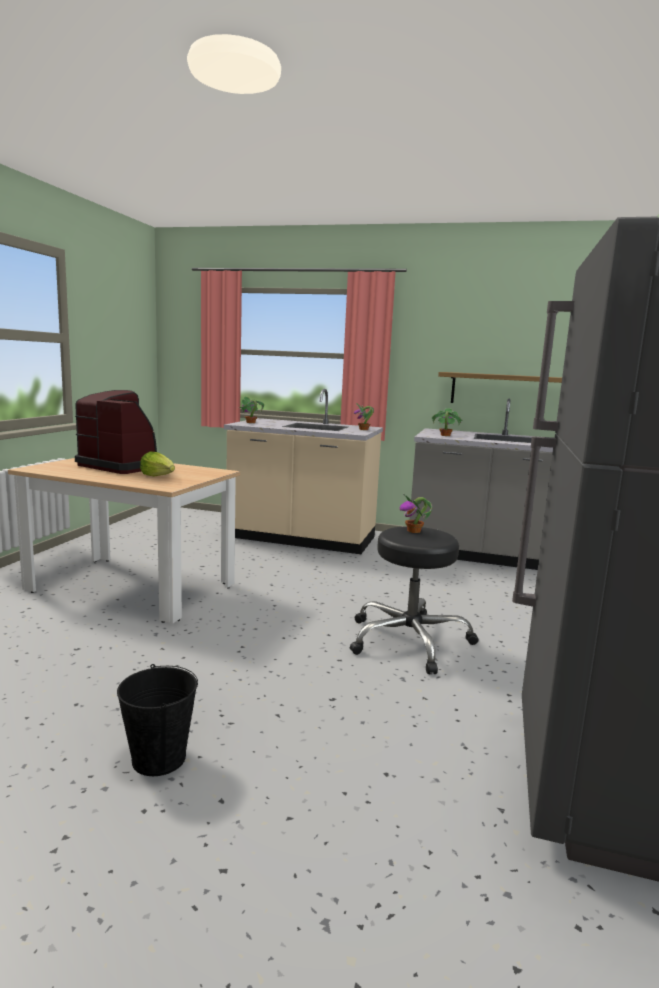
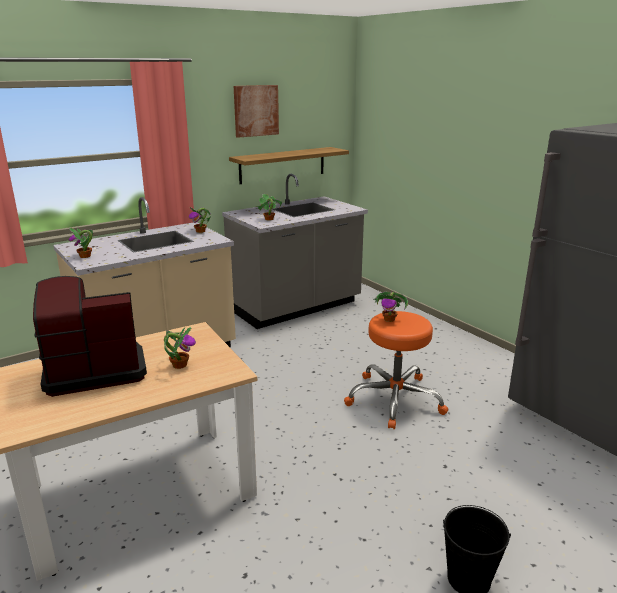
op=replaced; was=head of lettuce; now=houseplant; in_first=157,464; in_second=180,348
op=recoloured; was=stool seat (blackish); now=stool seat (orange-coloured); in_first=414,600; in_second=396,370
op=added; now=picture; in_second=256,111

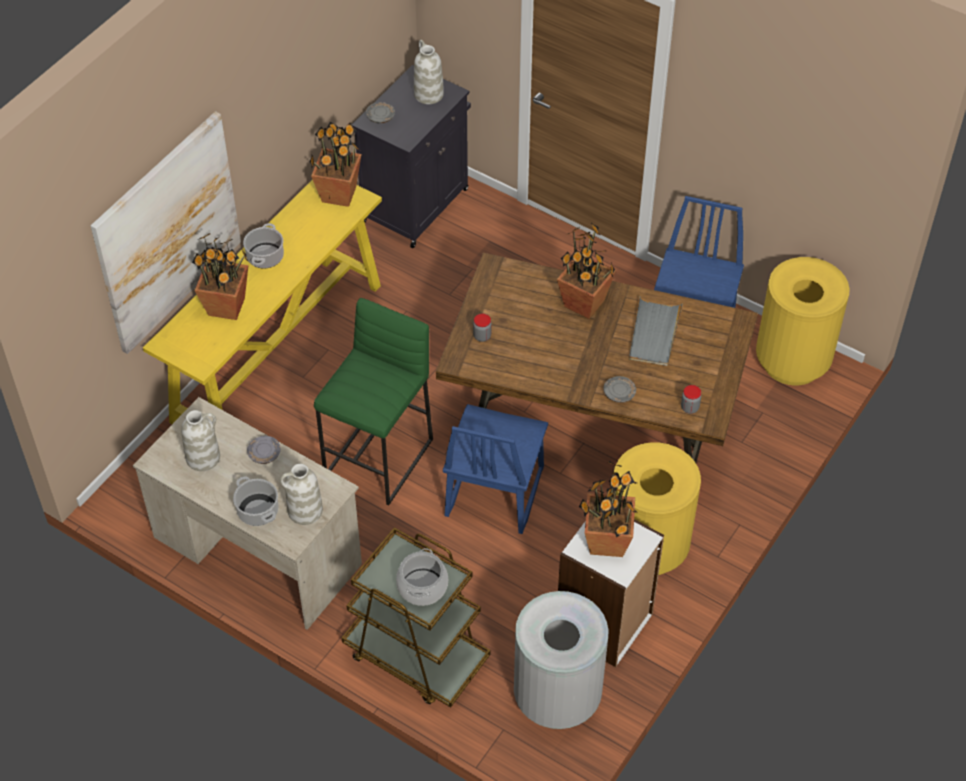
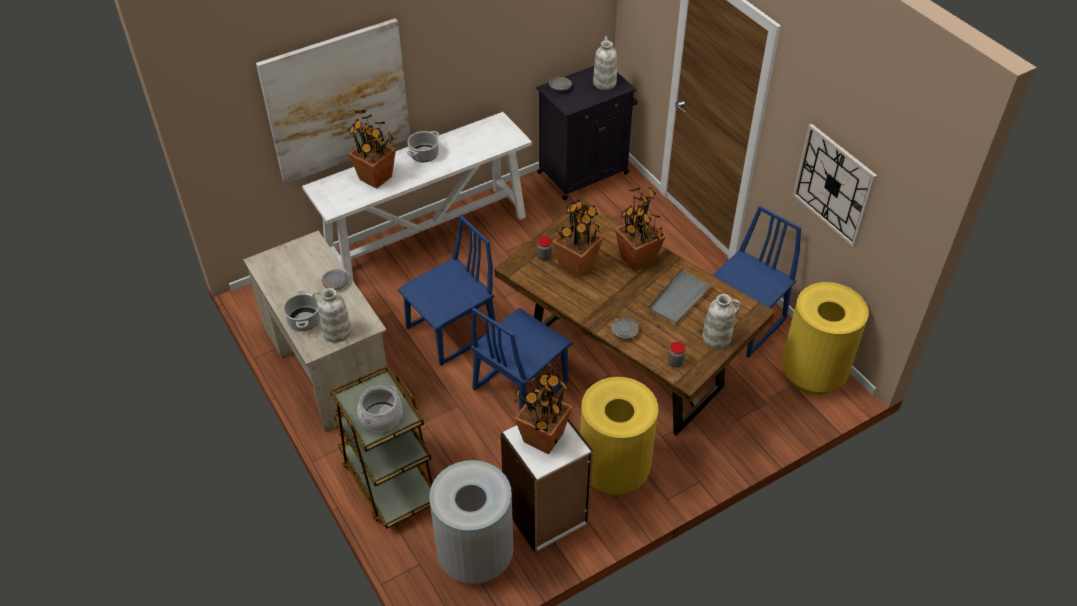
op=moved; was=houseplant; in_first=336,164; in_second=577,239
op=recoloured; was=narrow table (yellowish); now=narrow table (white); in_first=262,301; in_second=417,196
op=replaced; was=stool seat (green-coloured); now=chair (blue-coloured); in_first=373,401; in_second=447,290
op=moved; was=flower vase (white); in_first=200,440; in_second=721,321
op=added; now=hanging clock; in_second=835,185

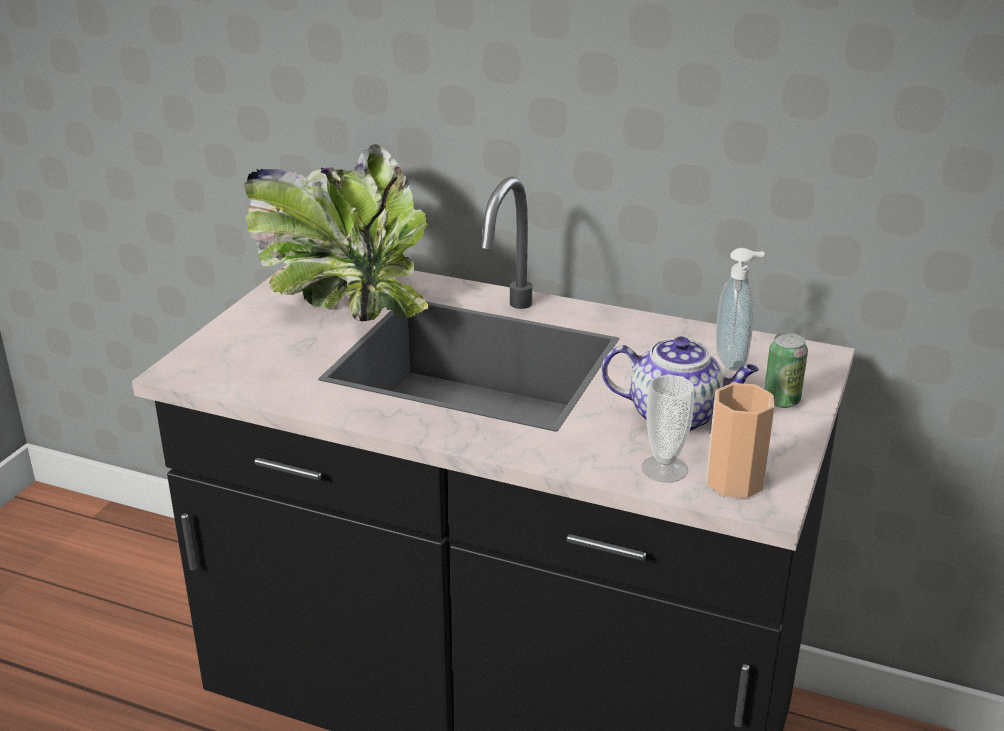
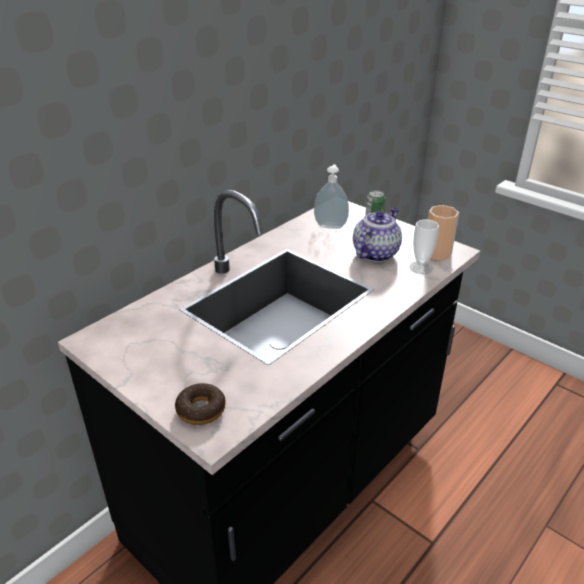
op=removed; was=houseplant; in_first=336,232
op=added; now=doughnut; in_second=200,404

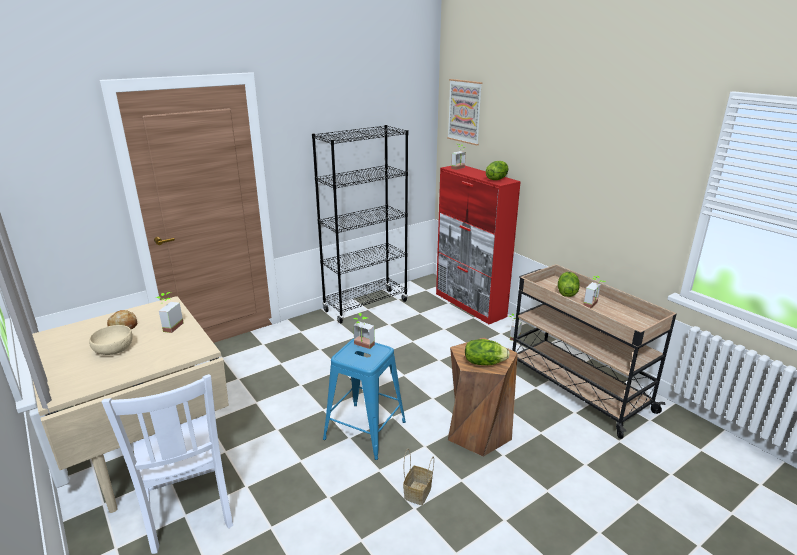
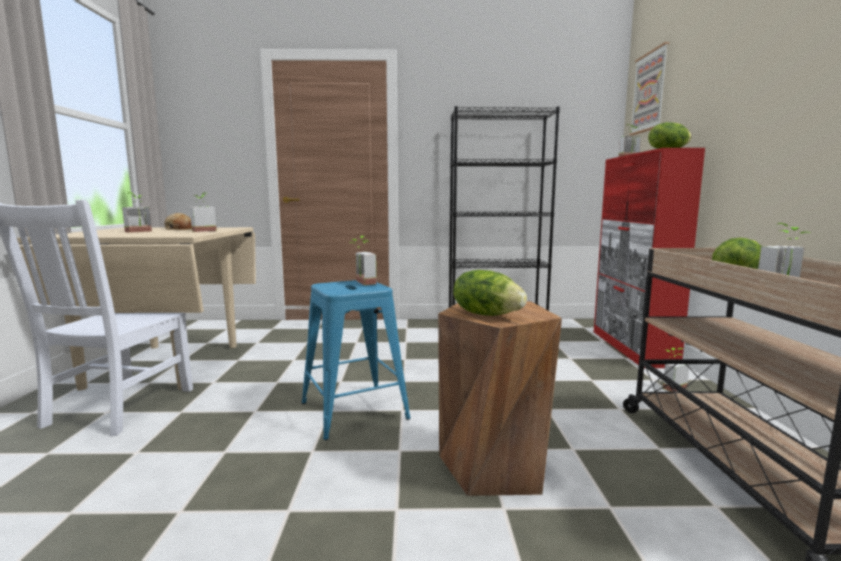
op=replaced; was=bowl (sand-coloured); now=houseplant; in_first=111,340; in_second=137,213
op=removed; was=household basket; in_first=418,477

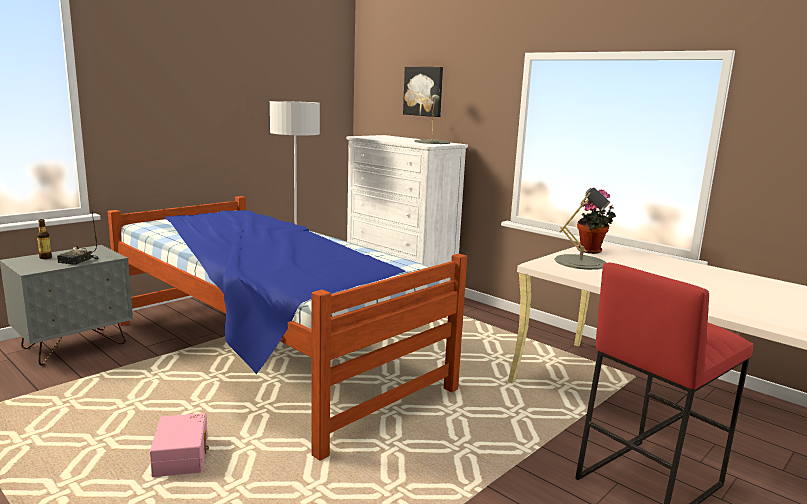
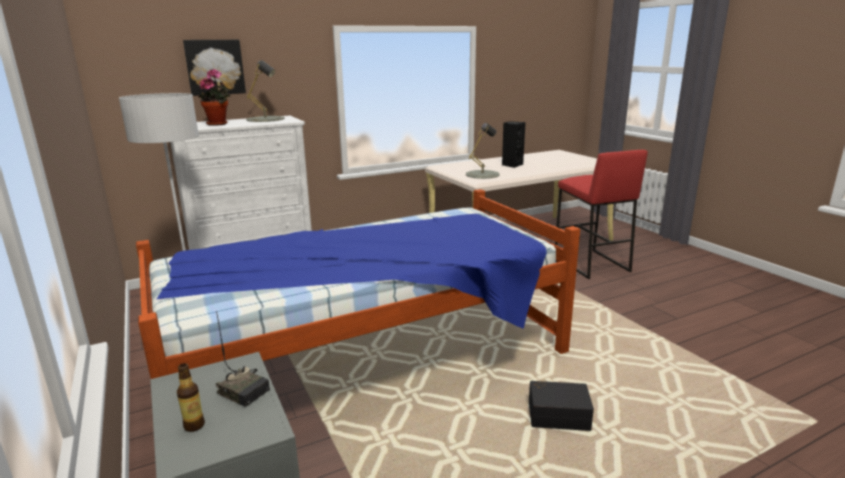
op=moved; was=houseplant; in_first=596,221; in_second=214,97
op=recoloured; was=storage bin (pink-coloured); now=storage bin (blackish); in_first=179,445; in_second=561,406
op=added; now=audio speaker (blackish); in_second=514,144

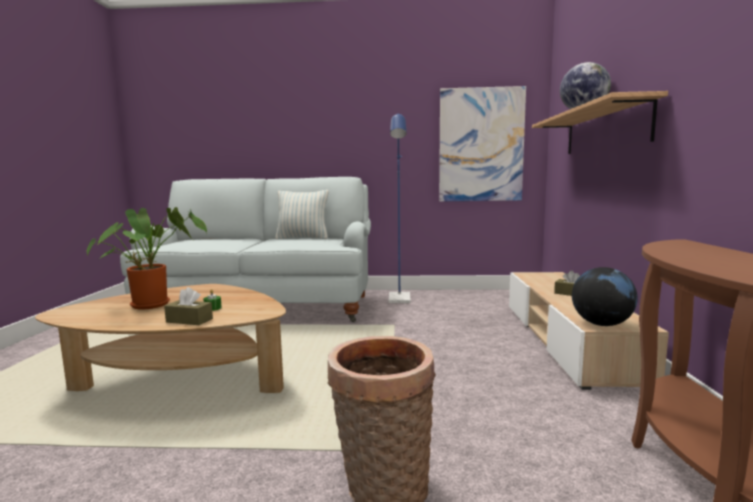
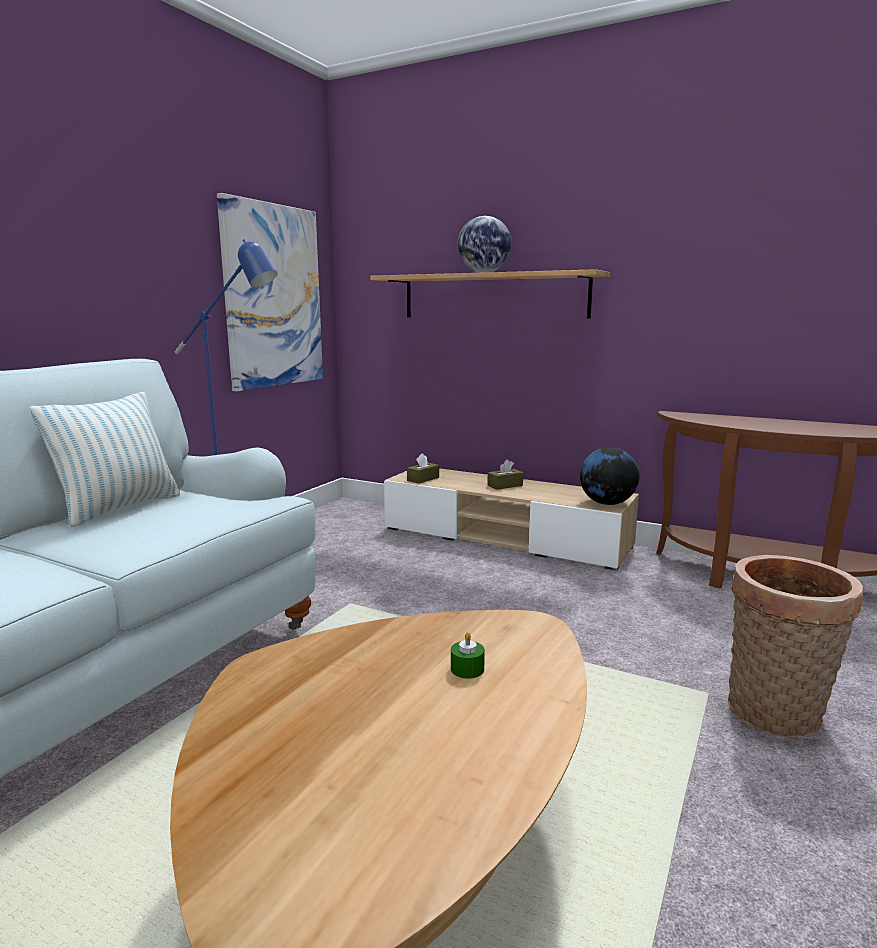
op=removed; was=houseplant; in_first=146,258
op=moved; was=box of tissues (brownish); in_first=188,306; in_second=423,468

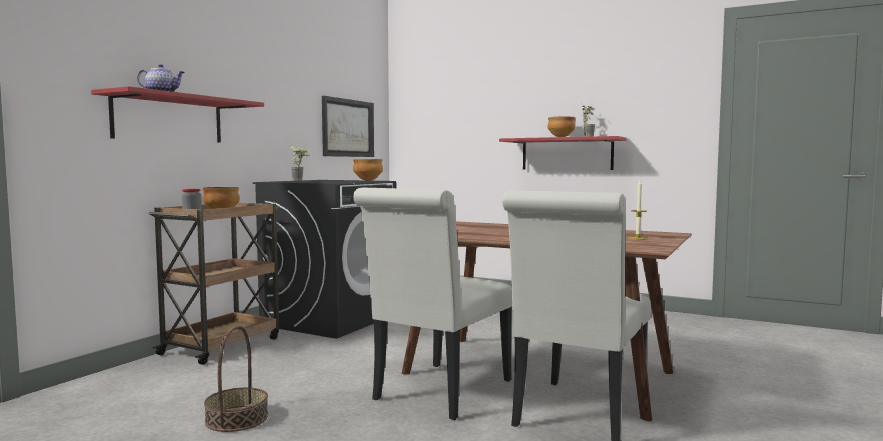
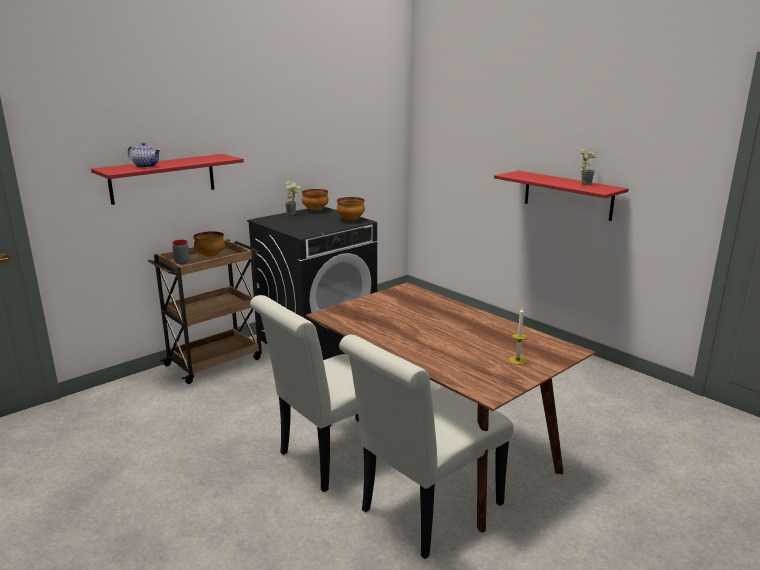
op=removed; was=picture; in_first=348,126
op=moved; was=bowl; in_first=562,127; in_second=315,200
op=removed; was=household basket; in_first=236,378

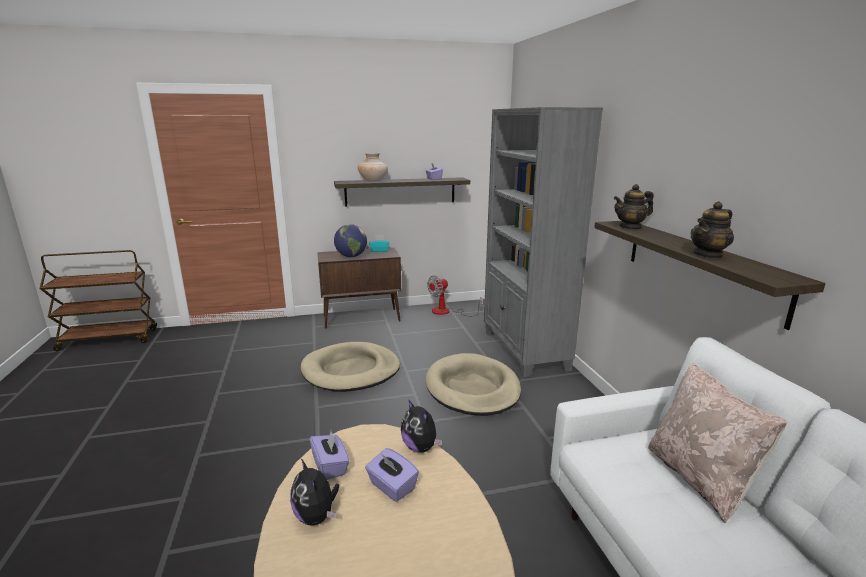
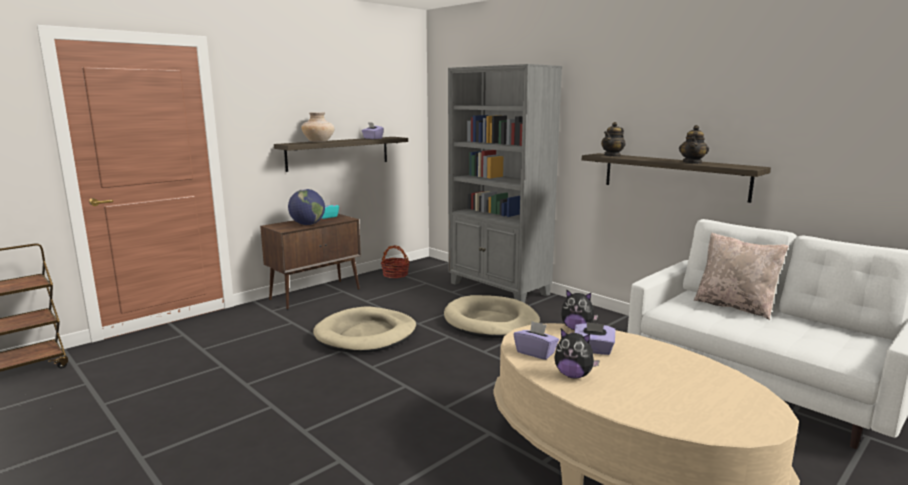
op=replaced; was=cooling fan; now=household basket; in_first=455,295; in_second=395,261

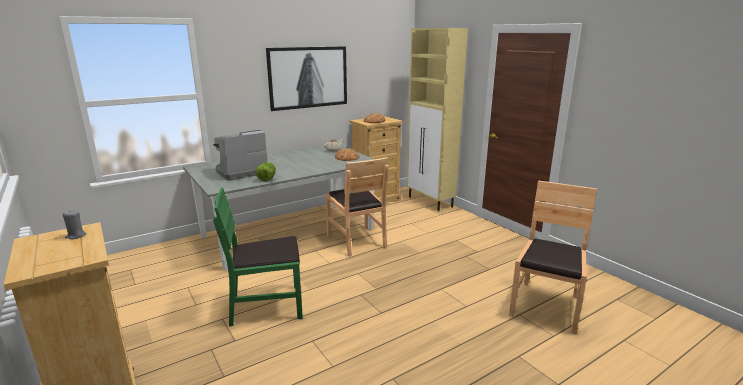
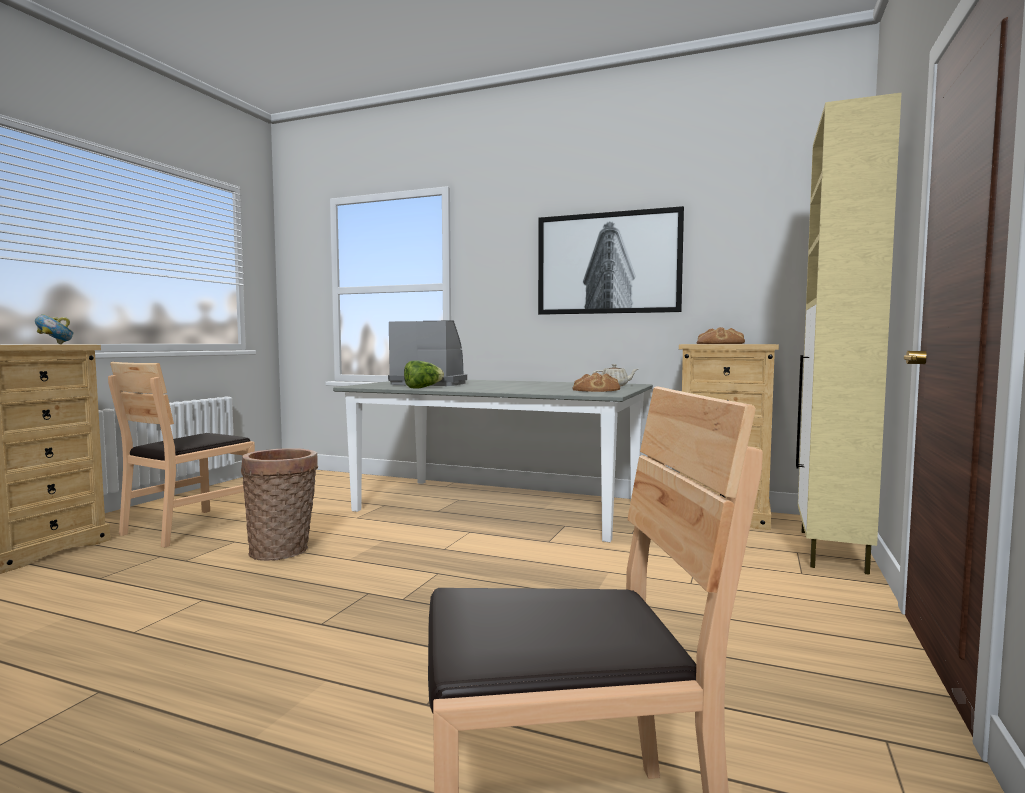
op=moved; was=chair (brownish); in_first=357,207; in_second=181,455
op=replaced; was=chair (green-coloured); now=household basket; in_first=258,257; in_second=279,504
op=replaced; was=wax candle (gray); now=bowl; in_first=74,224; in_second=54,329

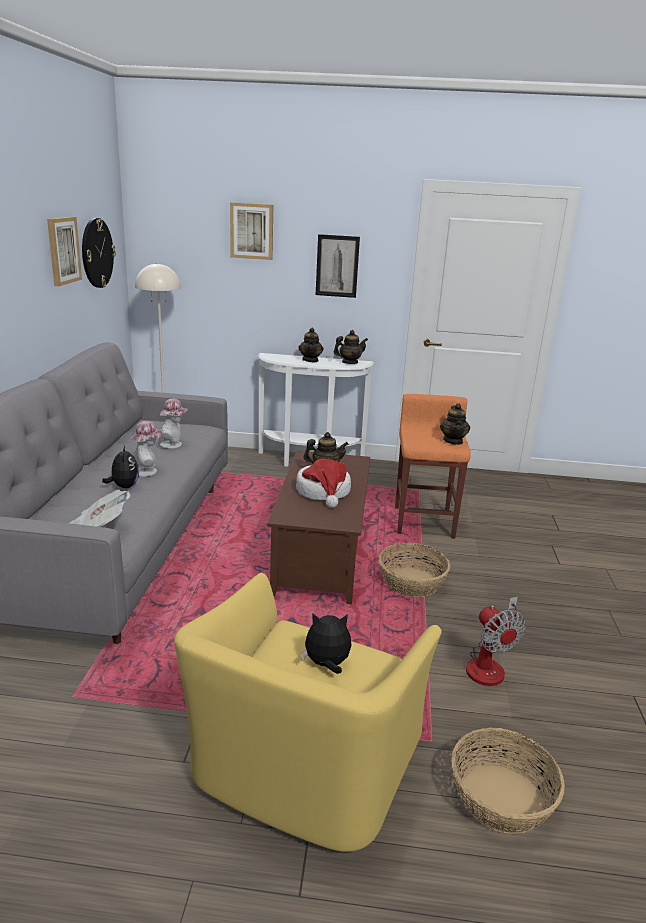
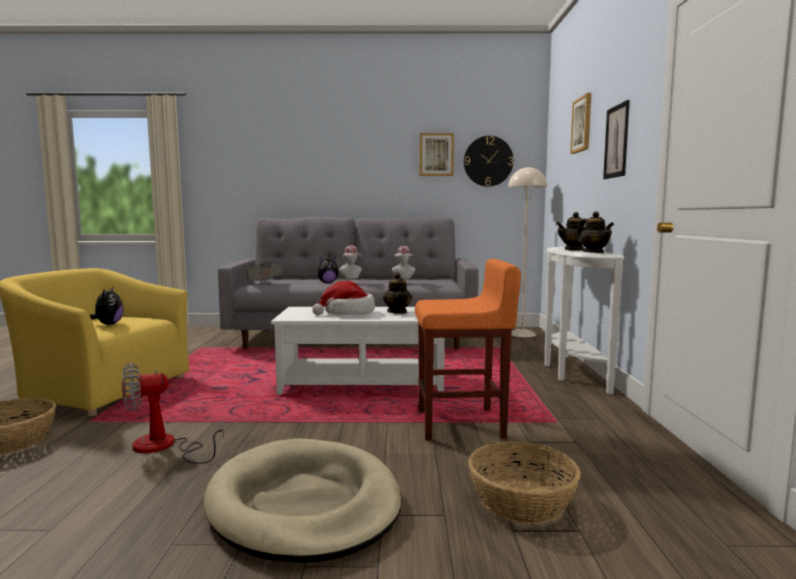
op=removed; was=pot for tea; in_first=455,424
op=recoloured; was=low table (brownish); now=low table (white); in_first=318,527; in_second=358,351
op=moved; was=household basket; in_first=414,570; in_second=524,482
op=added; now=dog cushion (sand-coloured); in_second=303,500

